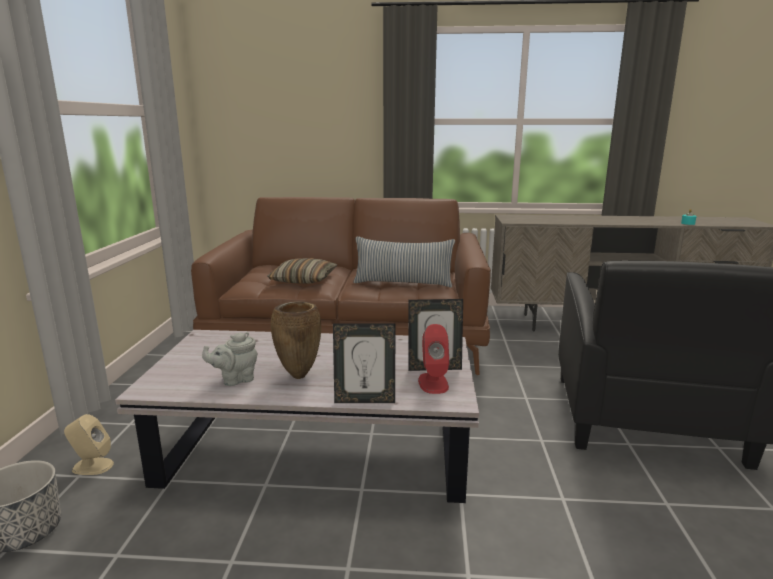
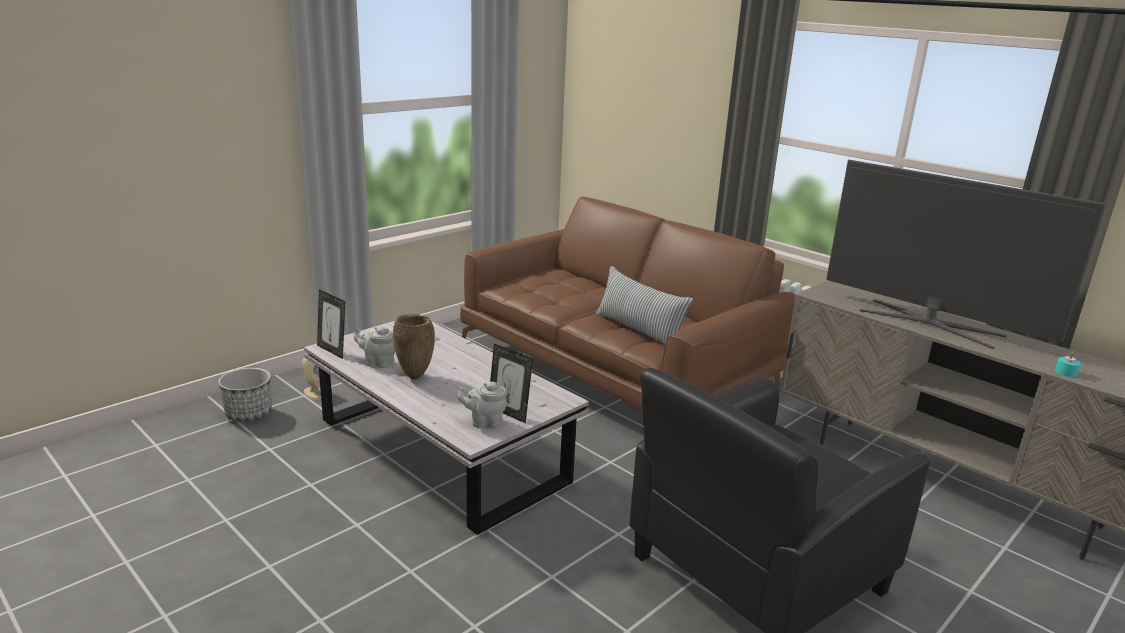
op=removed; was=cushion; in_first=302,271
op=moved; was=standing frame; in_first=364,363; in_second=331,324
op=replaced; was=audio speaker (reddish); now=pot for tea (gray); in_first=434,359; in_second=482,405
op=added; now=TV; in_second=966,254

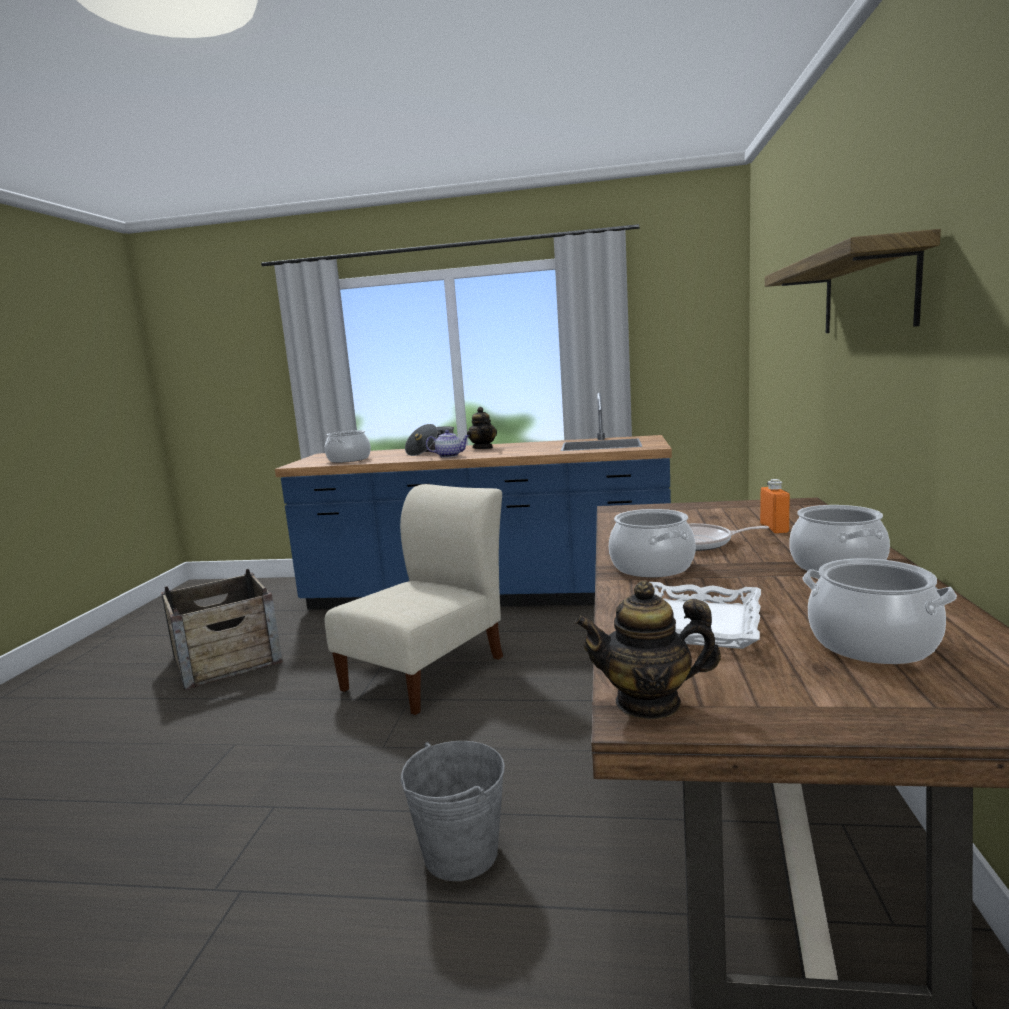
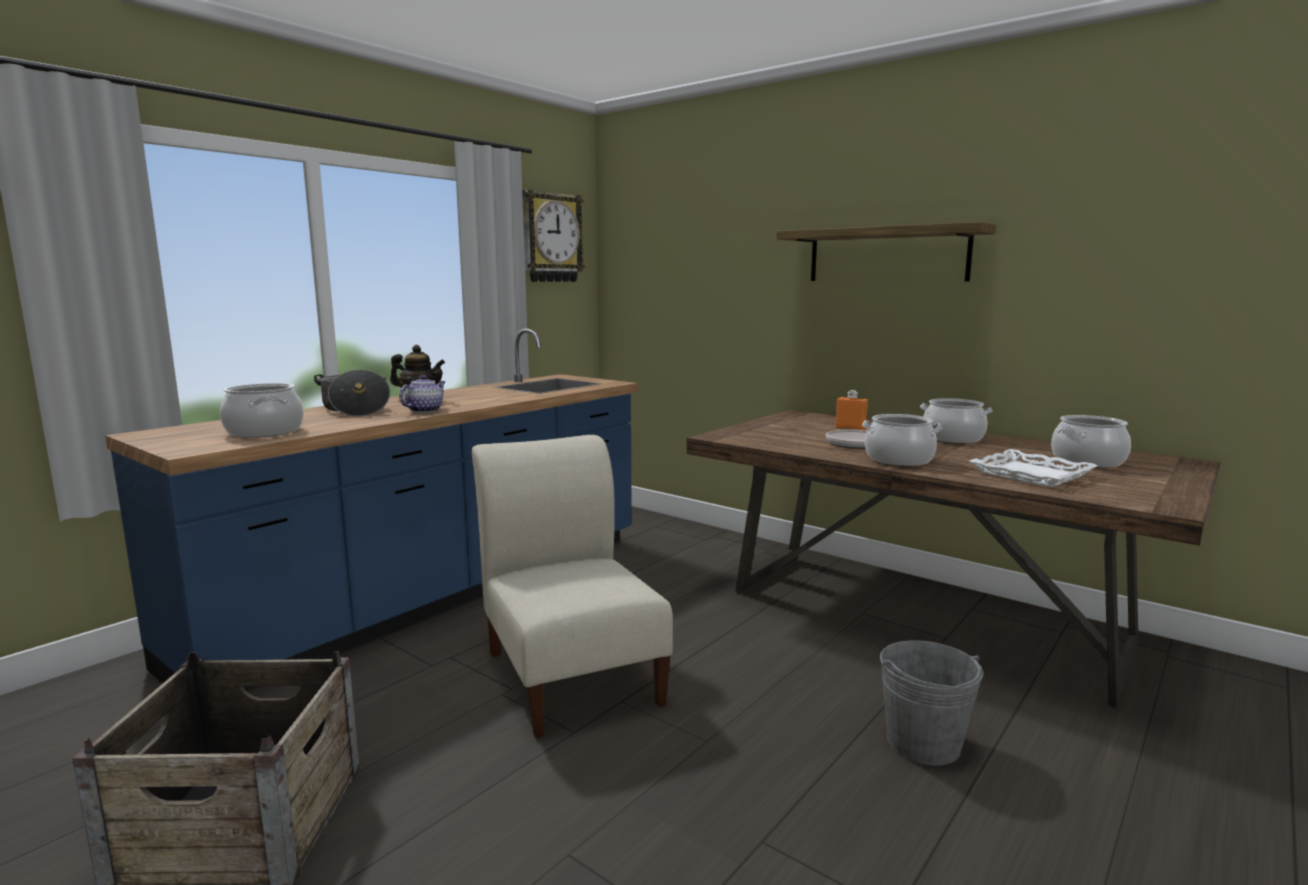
op=removed; was=pot for tea; in_first=648,650
op=added; now=hanging clock; in_second=553,235

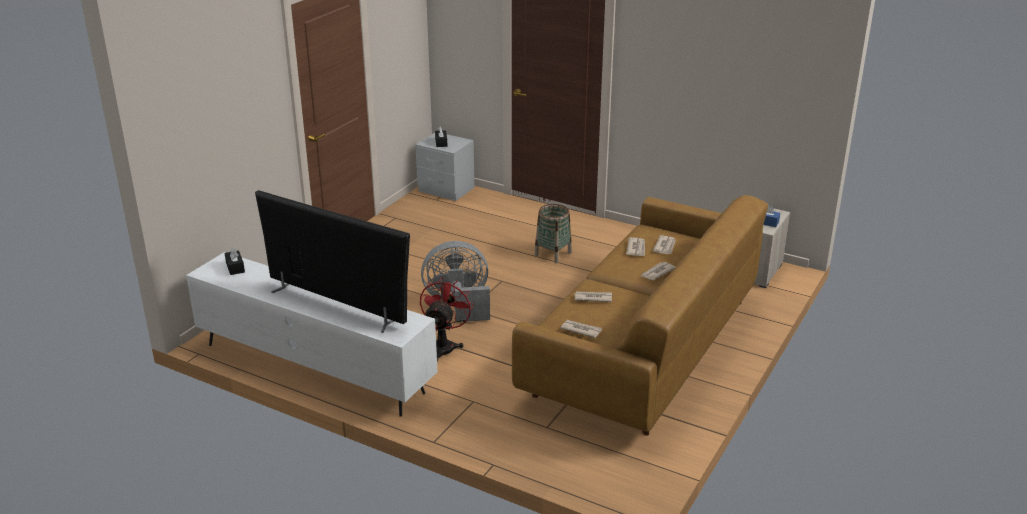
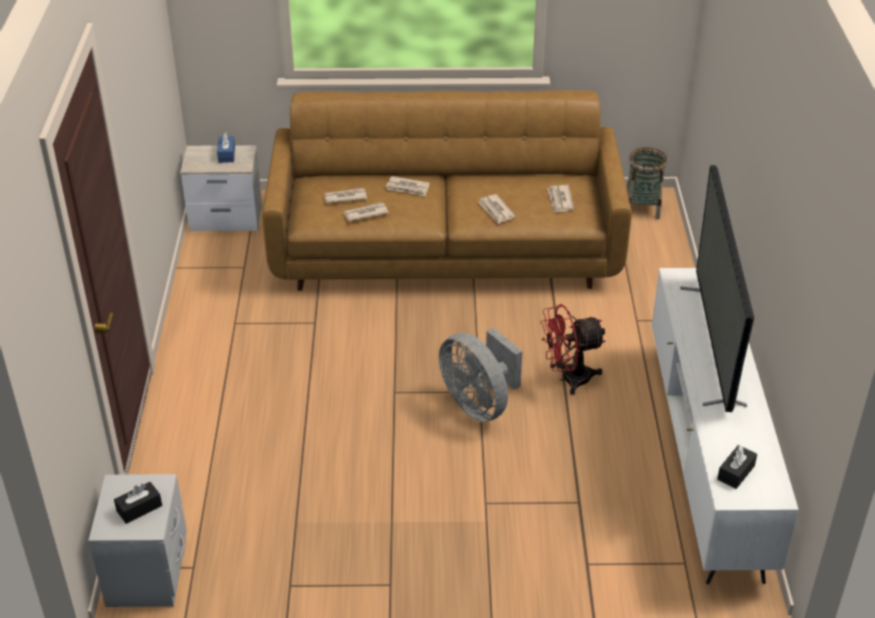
op=moved; was=household basket; in_first=553,233; in_second=647,183

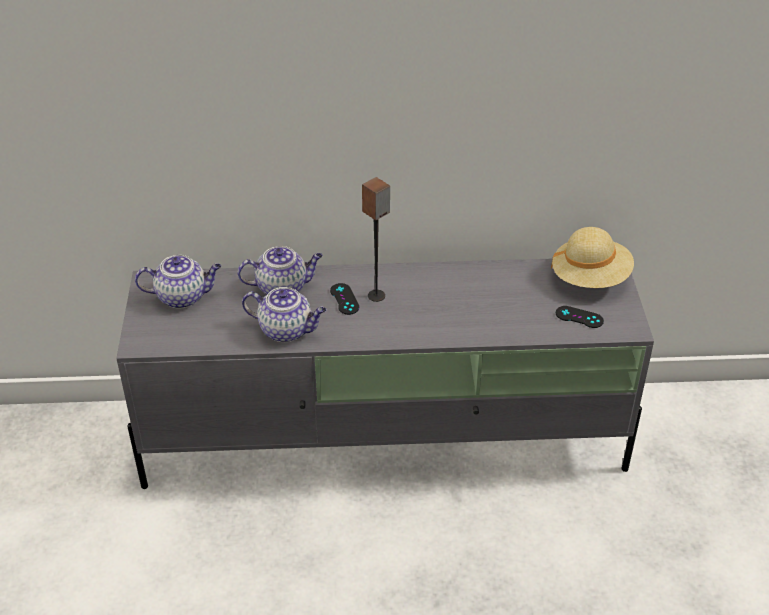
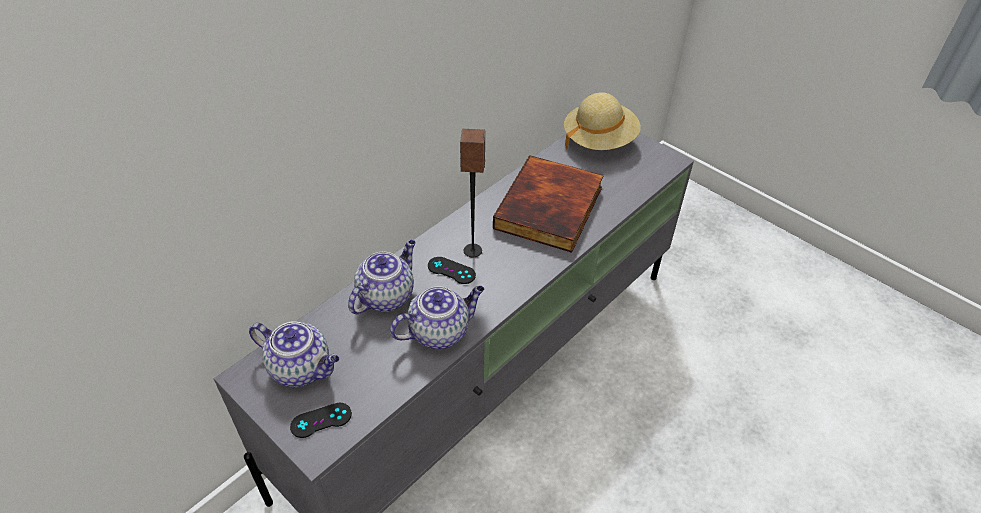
op=turned; was=pot for tea; in_first=178,282; in_second=294,354; clockwise=75
op=moved; was=joypad (blackish); in_first=580,317; in_second=321,420
op=added; now=bound book; in_second=548,204

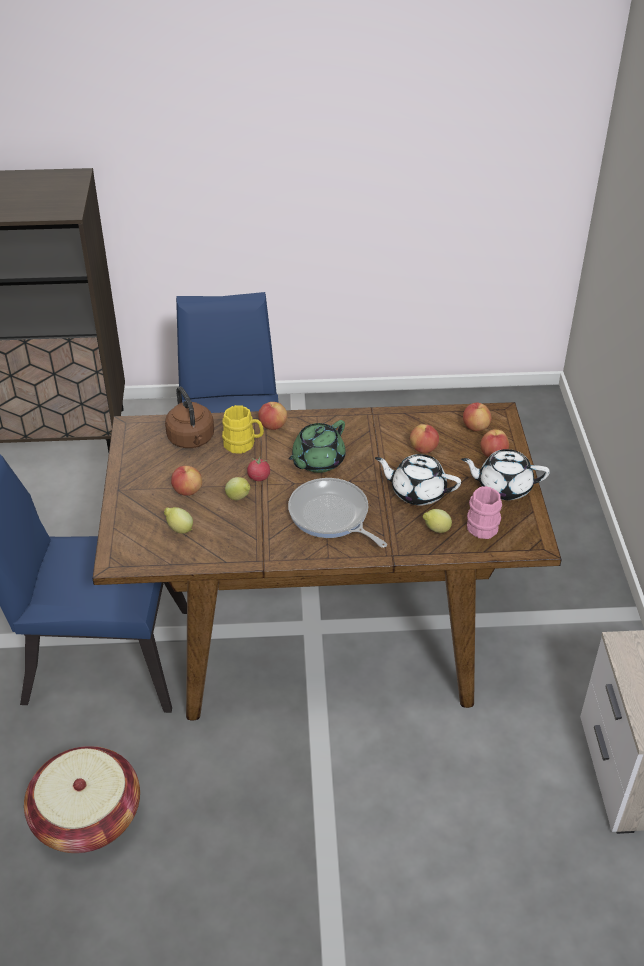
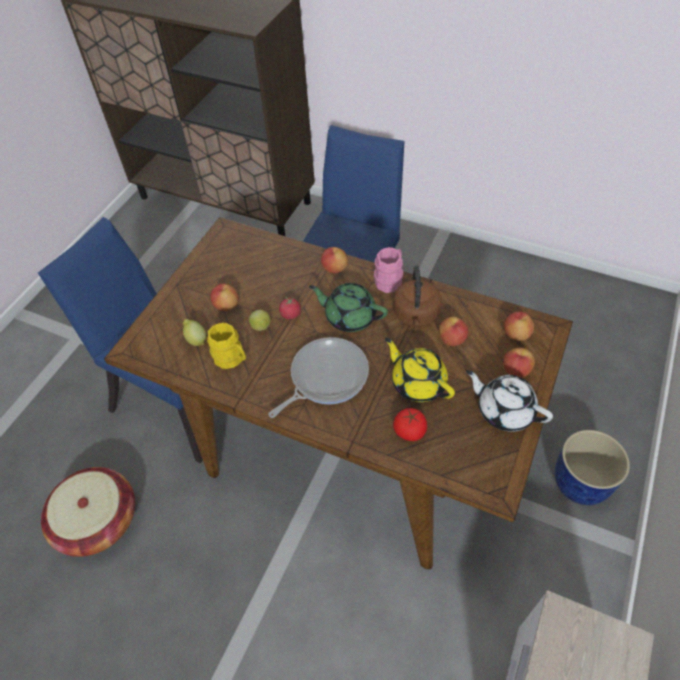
op=moved; was=water kettle (brownish); in_first=189,417; in_second=417,296
op=moved; was=tea mug (yellowish); in_first=243,429; in_second=226,345
op=turned; was=pot for tea (green-coloured); in_first=317,446; in_second=348,307; clockwise=45
op=recoloured; was=pot for tea (white); now=pot for tea (yellowish); in_first=418,479; in_second=420,369
op=turned; was=skillet; in_first=337,513; in_second=318,377; clockwise=60
op=moved; was=tea mug (pink-coloured); in_first=484,512; in_second=388,270
op=replaced; was=lemon; now=tomato; in_first=437,521; in_second=410,424
op=added; now=planter (blue-coloured); in_second=592,467

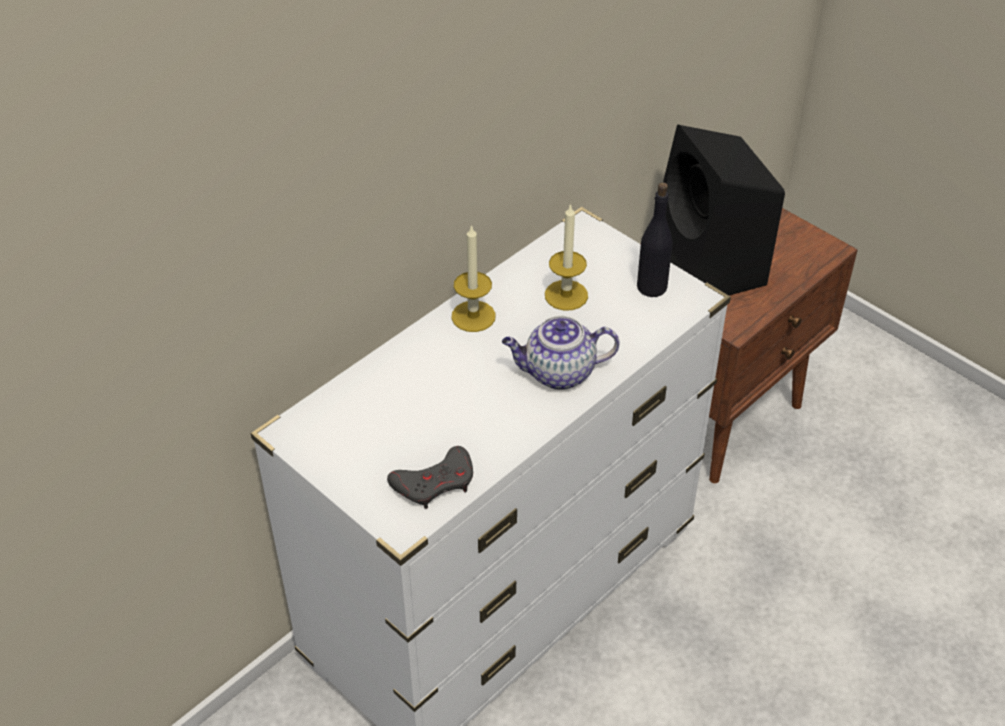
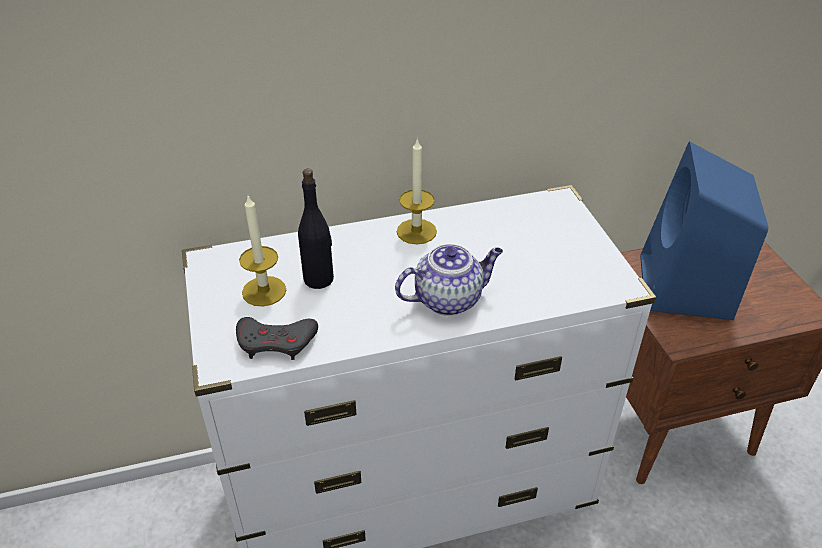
op=recoloured; was=audio speaker (blackish); now=audio speaker (blue-coloured); in_first=724,210; in_second=704,230
op=moved; was=drink bottle (blackish); in_first=655,239; in_second=316,229
op=moved; was=wax candle; in_first=566,257; in_second=262,251
op=turned; was=pot for tea; in_first=561,353; in_second=449,280; clockwise=135

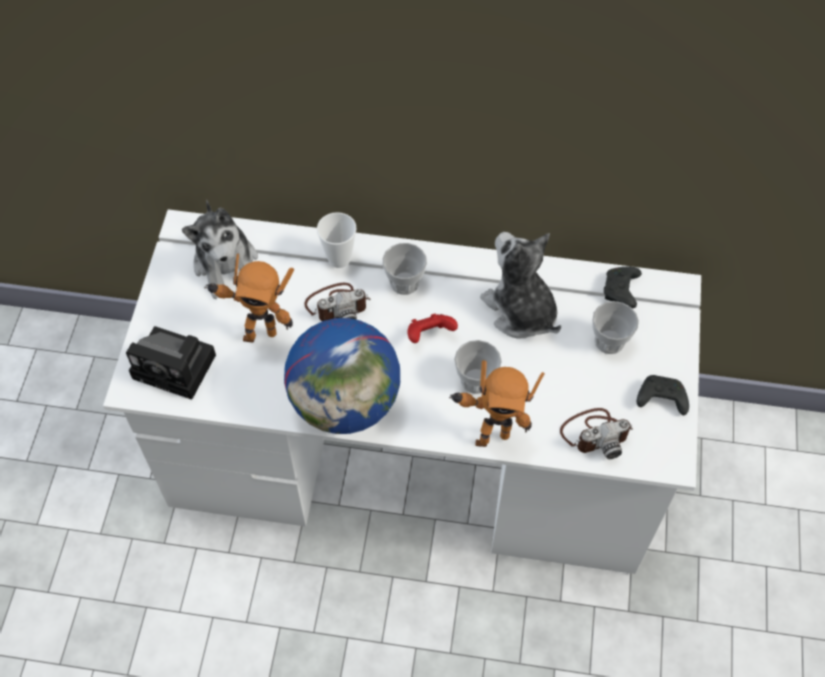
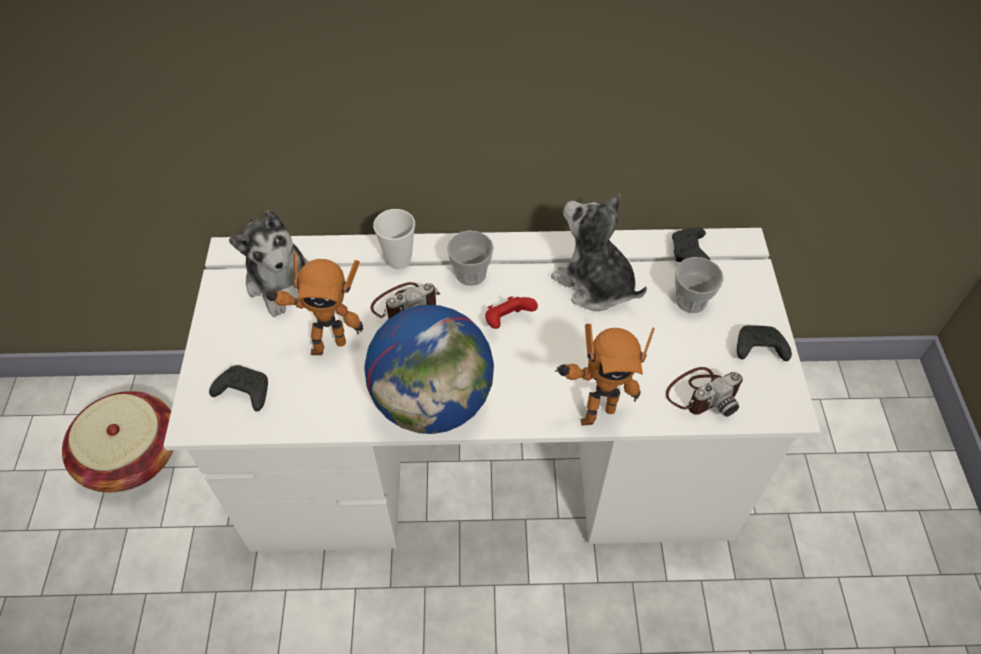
op=replaced; was=photo camera; now=joypad (blackish); in_first=171,363; in_second=238,388
op=removed; was=drinking cup; in_first=478,367
op=added; now=household basket; in_second=118,441

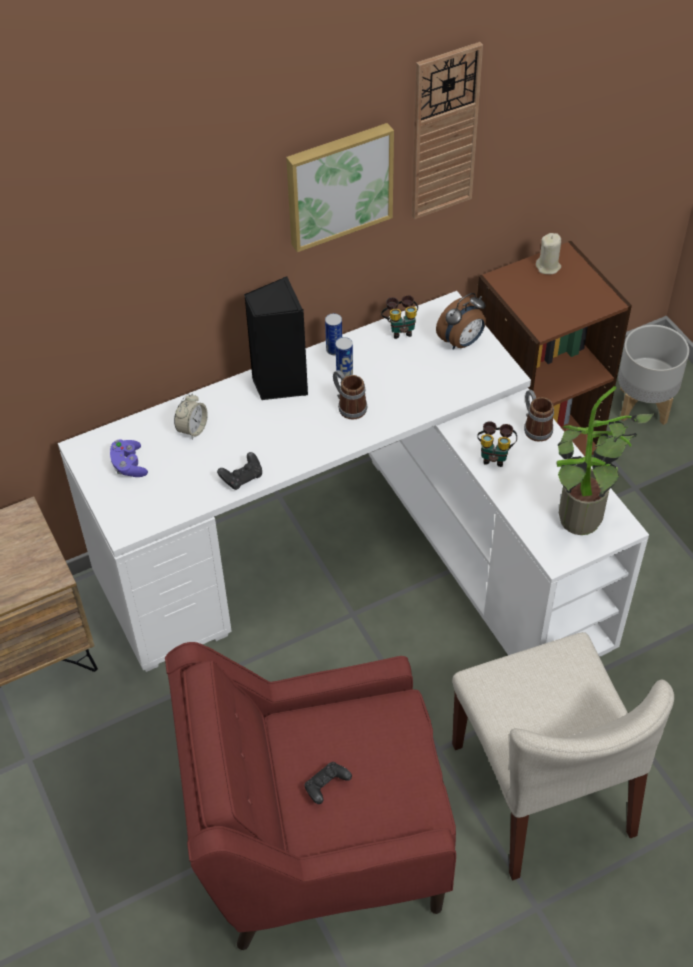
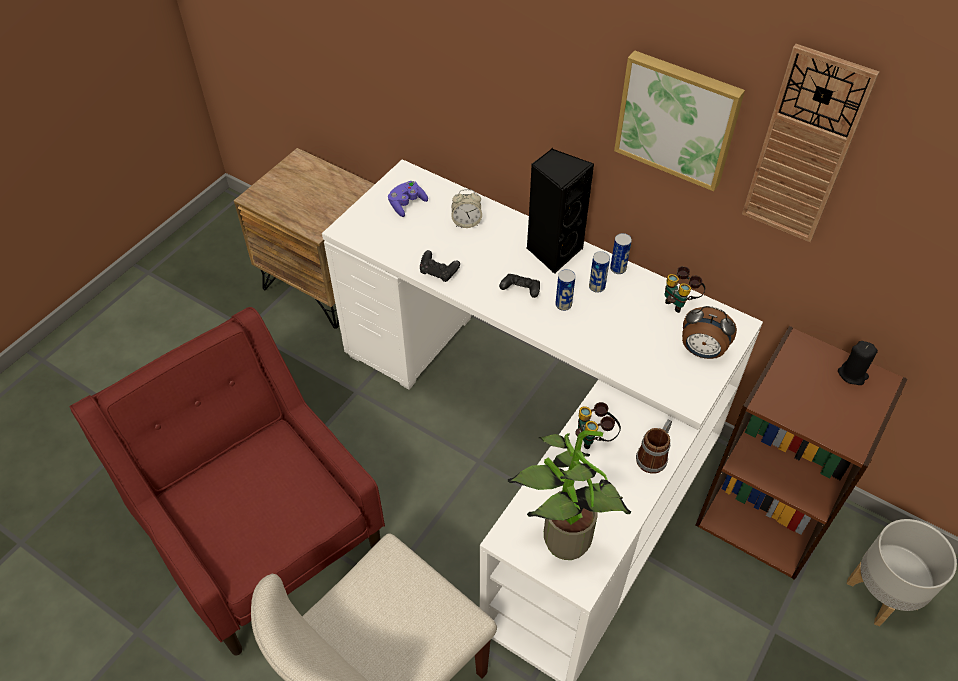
op=recoloured; was=wax candle (sand-coloured); now=wax candle (blackish); in_first=548,253; in_second=858,363
op=replaced; was=tea mug; now=can; in_first=350,395; in_second=565,290
op=moved; was=joypad (blackish); in_first=328,783; in_second=519,286

